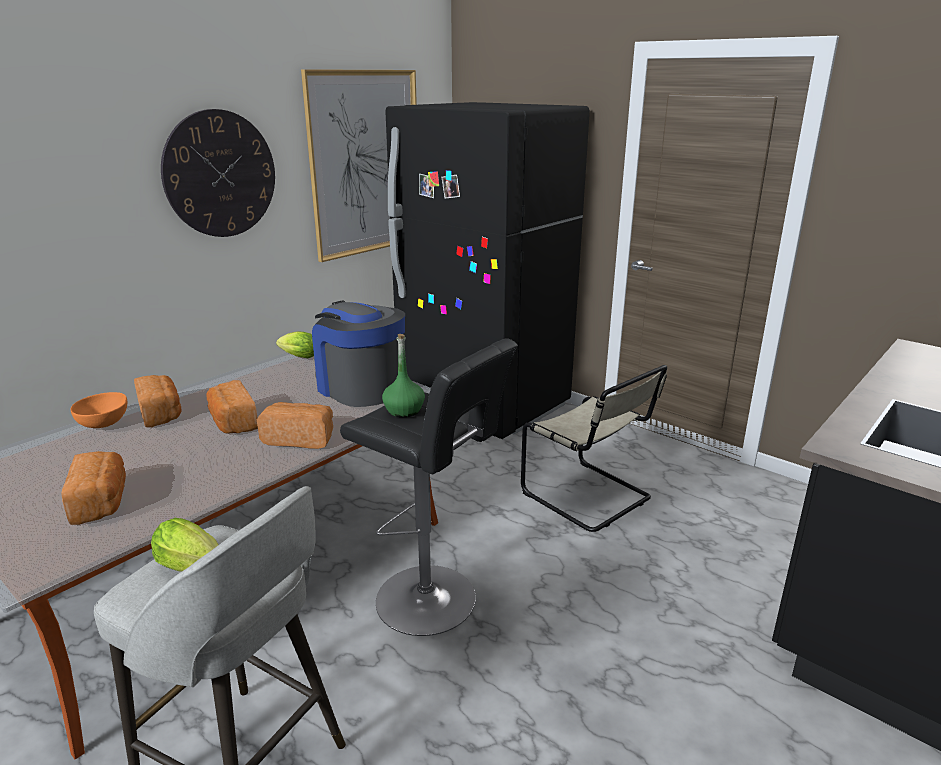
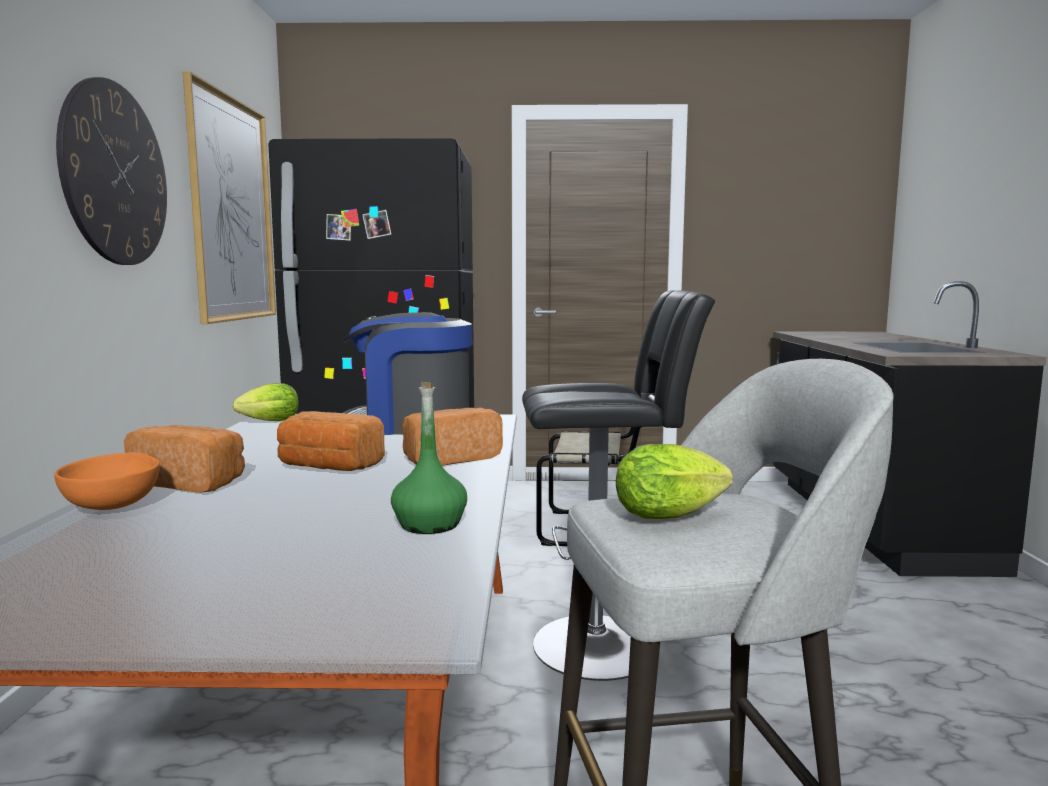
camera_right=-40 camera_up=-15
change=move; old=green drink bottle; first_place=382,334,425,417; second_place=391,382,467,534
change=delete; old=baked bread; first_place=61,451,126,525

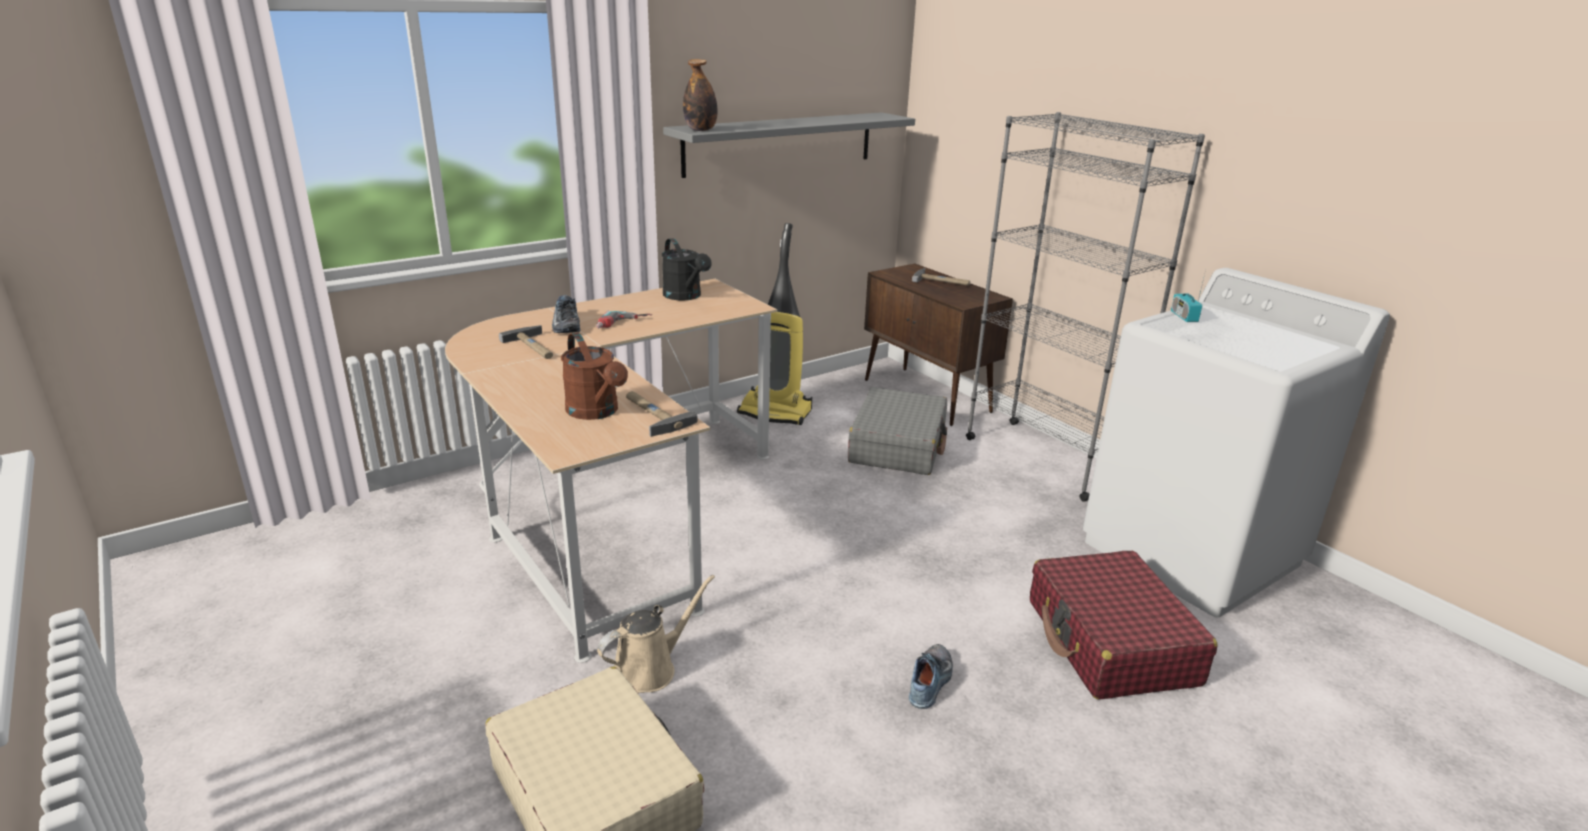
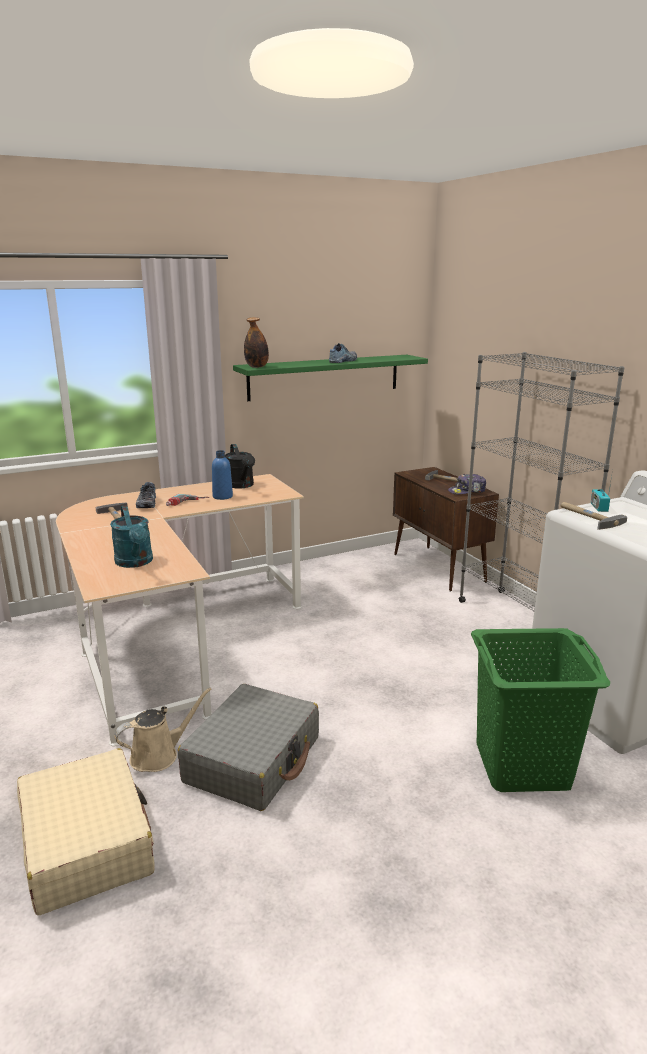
camera_right=10 camera_up=-5
change=recolor; old=brown-coloured sprinkling can; new=turquoise sprinkling can; first_place=561,332,628,420; second_place=110,505,153,568
change=move; old=gray travel case; first_place=848,387,947,475; second_place=178,684,319,811
change=insert; new=blue-coloured drink bottle; second_place=212,450,233,500
change=recolor; old=gray shelf; new=green shelf; first_place=663,112,915,178; second_place=233,355,428,401
change=move; old=low shoe; first_place=909,644,953,709; second_place=329,343,357,363
change=insert; new=cap; second_place=448,474,486,494
change=replace; old=red-coloured travel case; new=green hamper; first_place=1030,551,1218,700; second_place=471,628,610,792
change=move; old=tool hammer; first_place=626,391,698,437; second_place=560,502,627,530
change=delete; old=vacuum cleaner; first_place=737,223,812,425

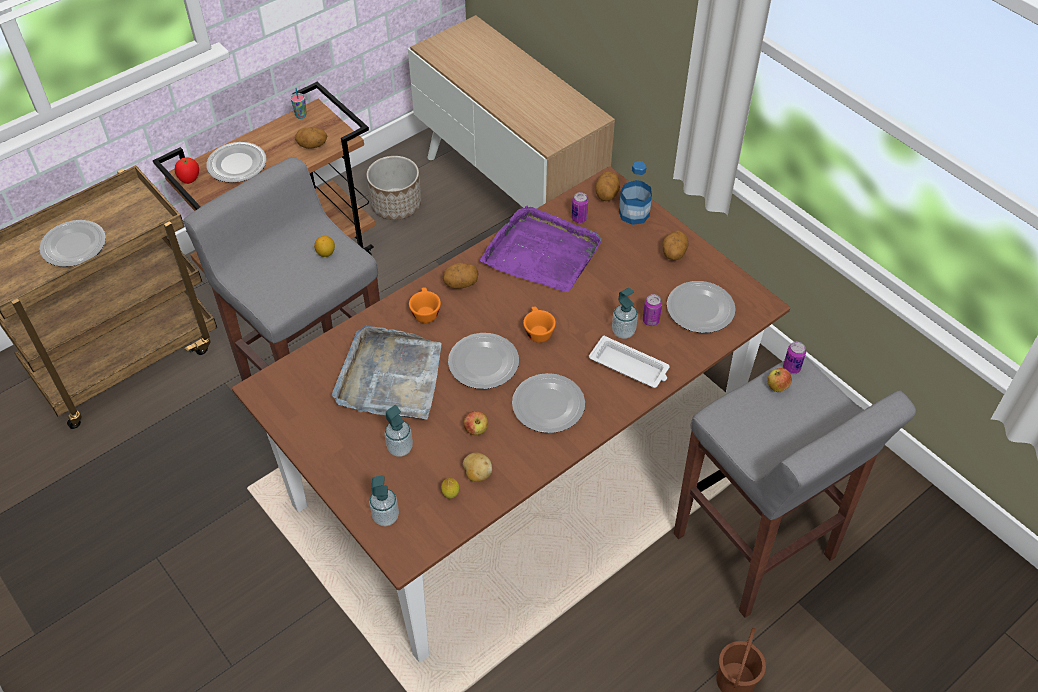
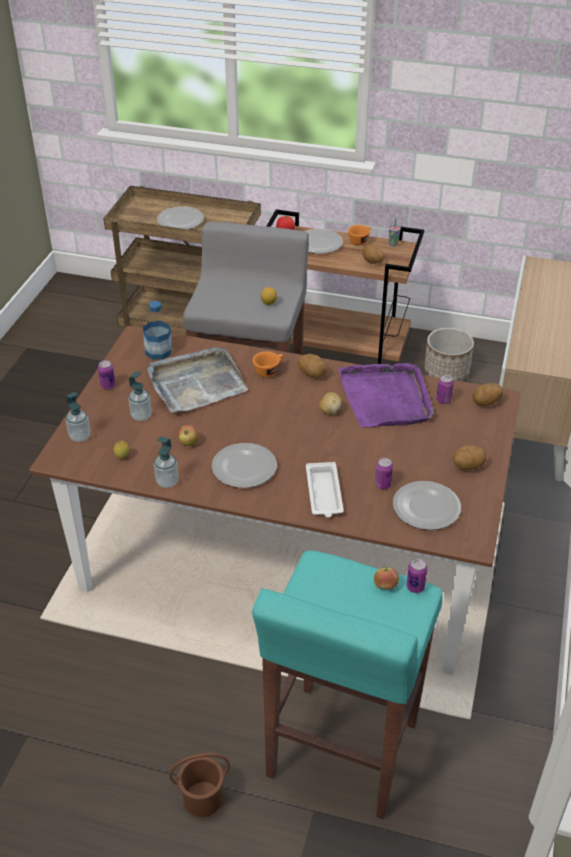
camera_right=55 camera_up=-10
change=insert; new=can; second_place=98,360,115,390
change=move; old=drink bottle; first_place=619,161,652,225; second_place=143,301,172,359
change=move; old=liquid soap bottle; first_place=612,288,638,339; second_place=154,437,179,488
change=recolor; old=gray sitting stool; new=turquoise sitting stool; first_place=674,356,916,618; second_place=252,550,443,819
change=move; old=spud; first_place=463,453,492,482; second_place=319,392,342,415
change=move; old=orange-coloured small cup; first_place=523,307,556,343; second_place=348,225,371,245
change=delete; old=plate; first_place=448,333,519,389

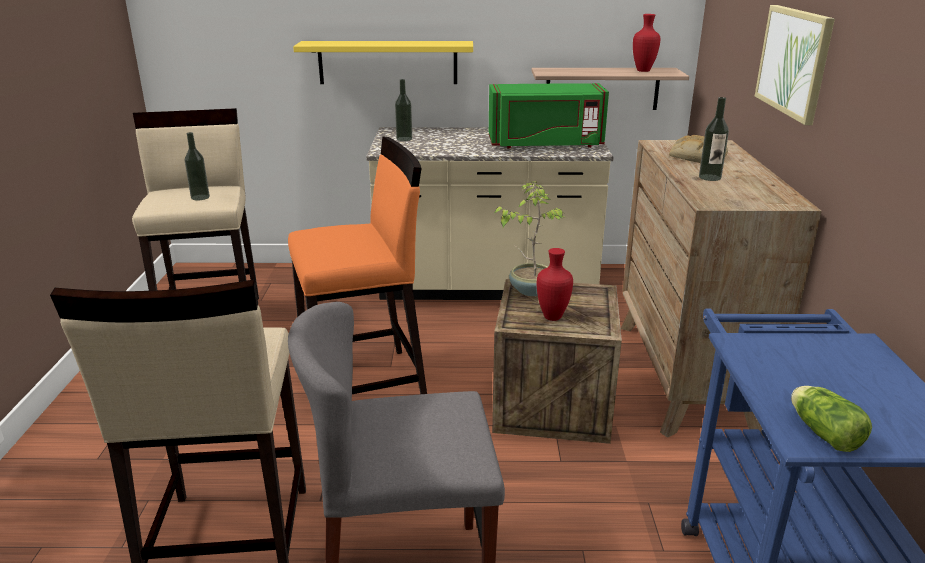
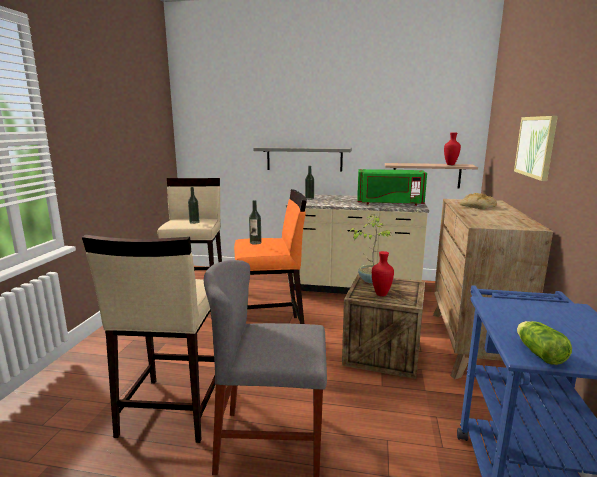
camera_right=10 camera_up=-10
change=move; old=drink bottle; first_place=699,97,729,181; second_place=249,200,262,245
change=recolor; old=yellowish shelf; new=gray shelf; first_place=293,41,473,84; second_place=253,147,352,171

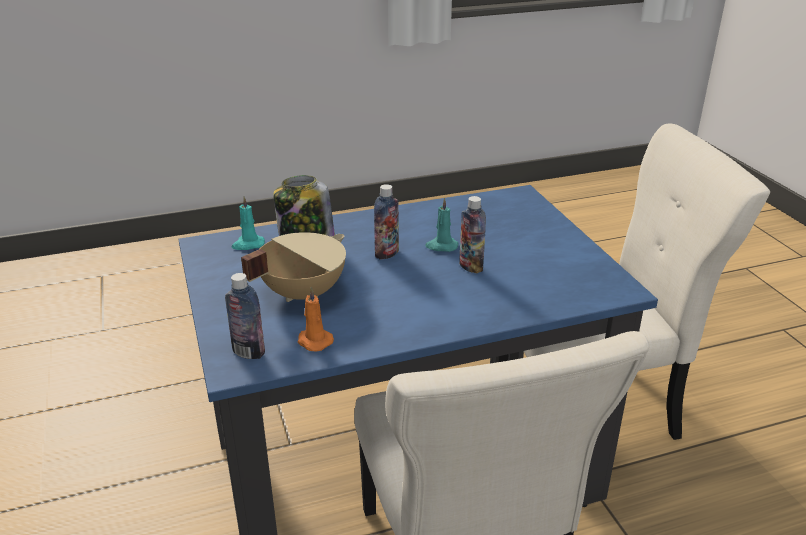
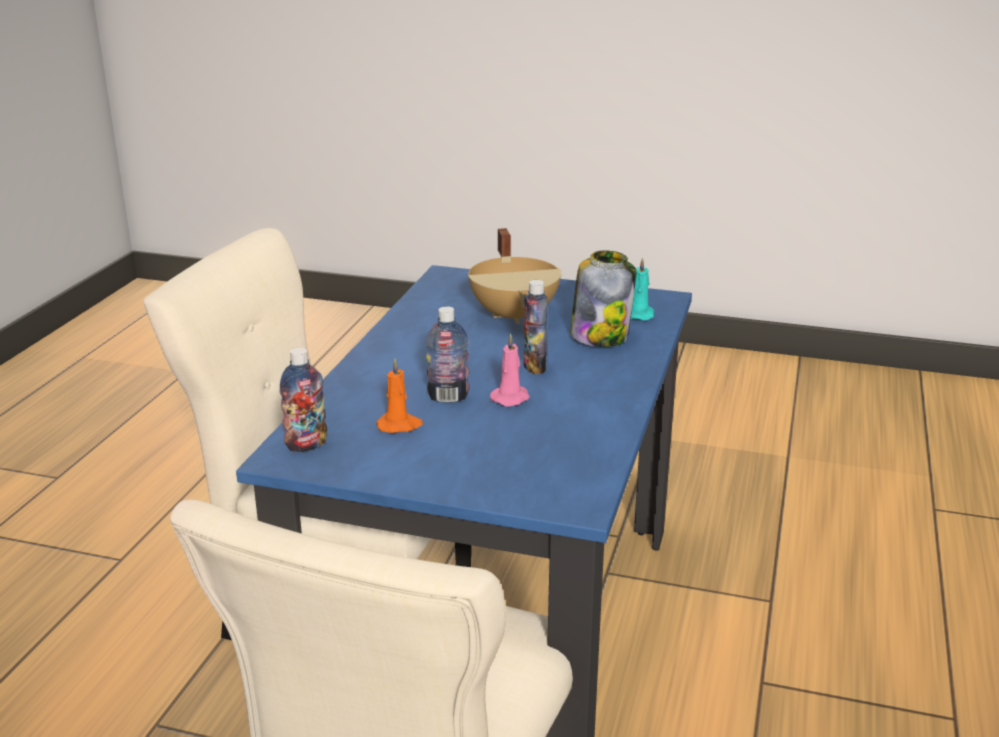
camera_right=125 camera_up=-5
change=move; old=drink bottle; first_place=225,273,265,359; second_place=280,348,327,452
change=move; old=orange-coloured wax candle; first_place=298,287,334,351; second_place=376,358,423,433
change=recolor; old=turquoise wax candle; new=pink-coloured wax candle; first_place=425,198,458,252; second_place=490,334,530,407

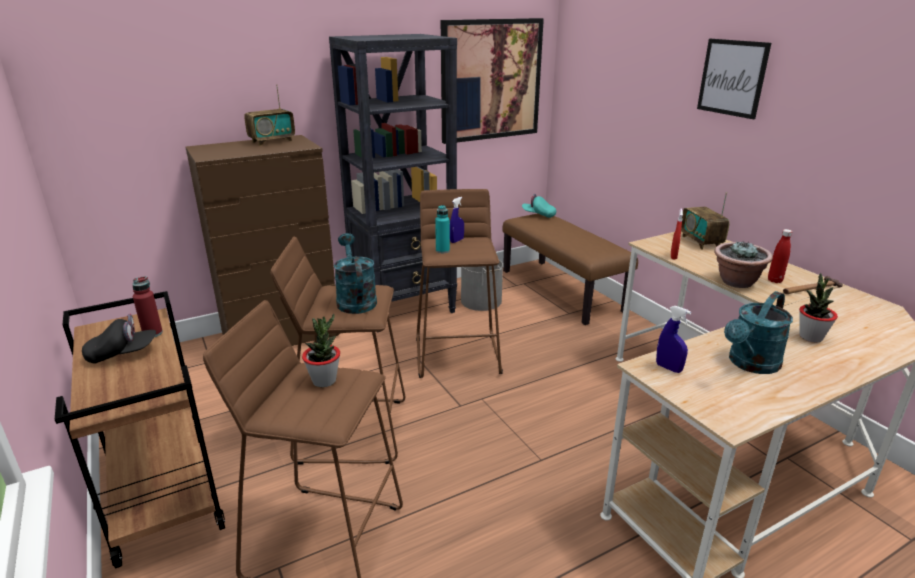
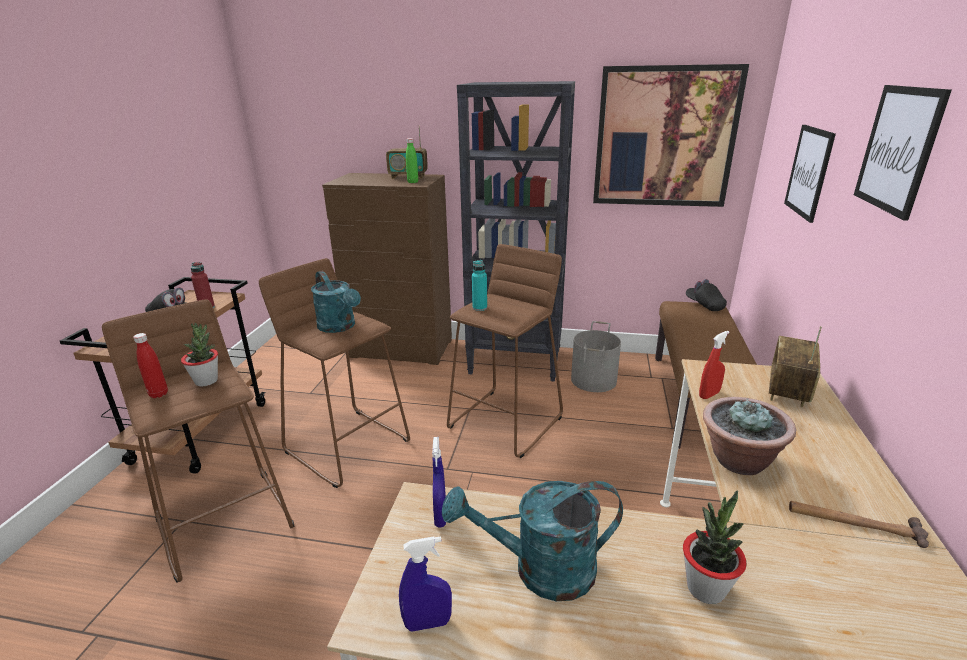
camera_right=40 camera_up=0
change=move; old=red-coloured drink bottle; first_place=768,229,793,283; second_place=133,333,168,398
change=rotate; old=turquoise sprinkling can; first_place=334,233,377,314; second_place=311,271,361,333; degrees=120
change=move; old=blue-coloured spray bottle; first_place=450,197,464,243; second_place=399,536,452,632
change=insert; new=green drink bottle; second_place=406,138,418,183
change=recolor; old=turquoise cap; new=black cap; first_place=522,194,556,218; second_place=686,279,727,311
change=insert; new=wall art; second_place=784,125,836,223

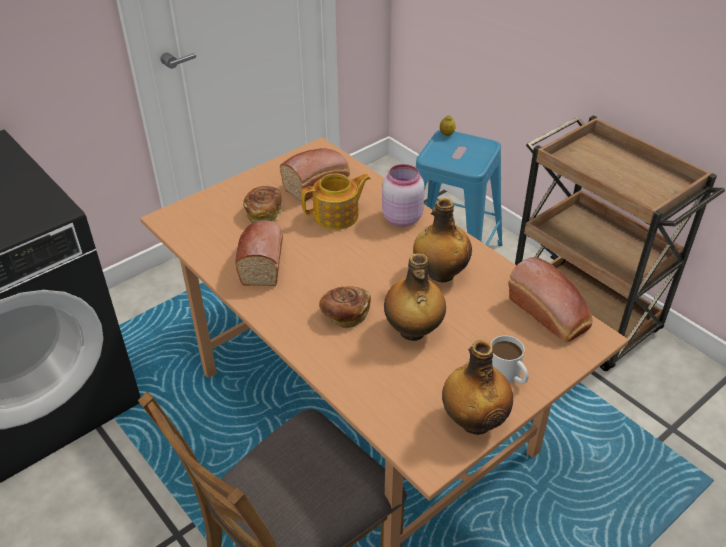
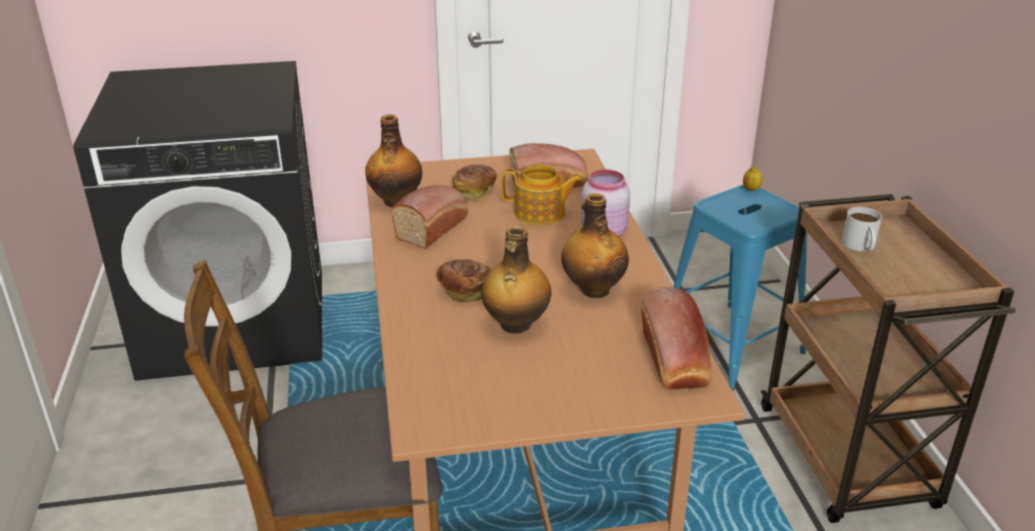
camera_right=30 camera_up=-10
change=move; old=drink bottle; first_place=442,340,513,435; second_place=365,114,422,207
change=move; old=white-coloured tea mug; first_place=491,335,529,384; second_place=842,207,882,251

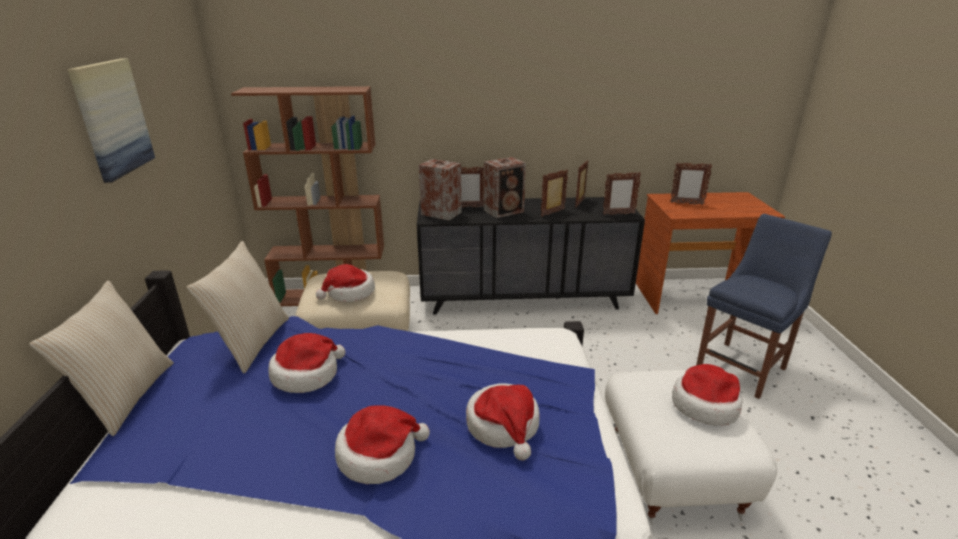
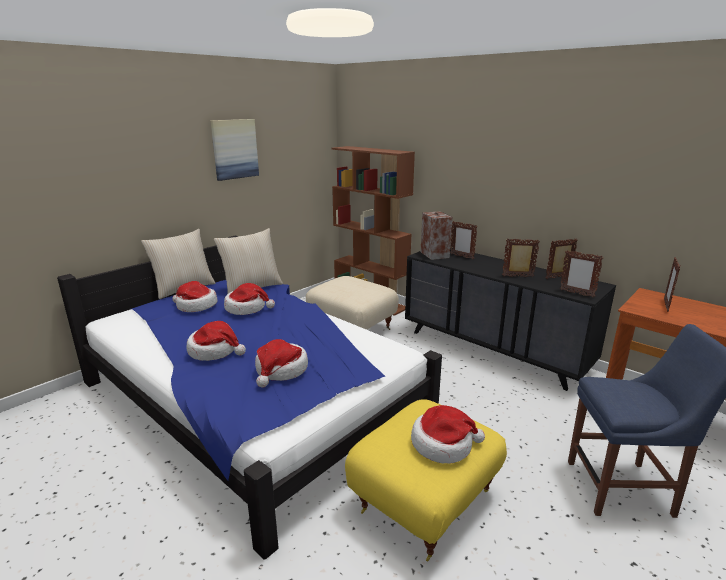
camera_right=45 camera_up=-5
change=move; old=hat; first_place=316,264,375,302; second_place=172,281,218,312
change=recolor; old=white-coloured ottoman; new=yellowish ottoman; first_place=605,370,777,525; second_place=345,399,507,562
change=rotate; old=standing frame; first_place=670,163,712,205; second_place=664,257,680,312; degrees=60
change=delete; old=loudspeaker; first_place=484,157,526,218

